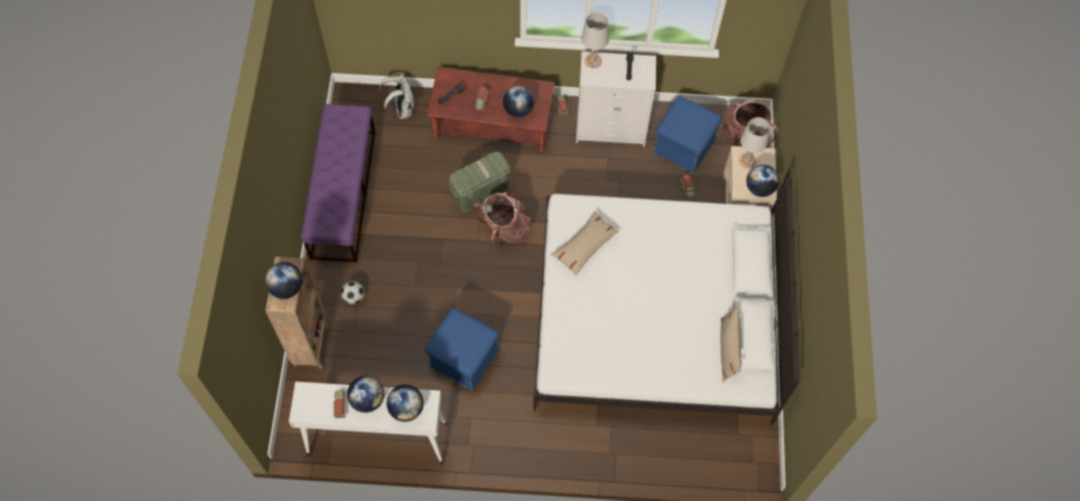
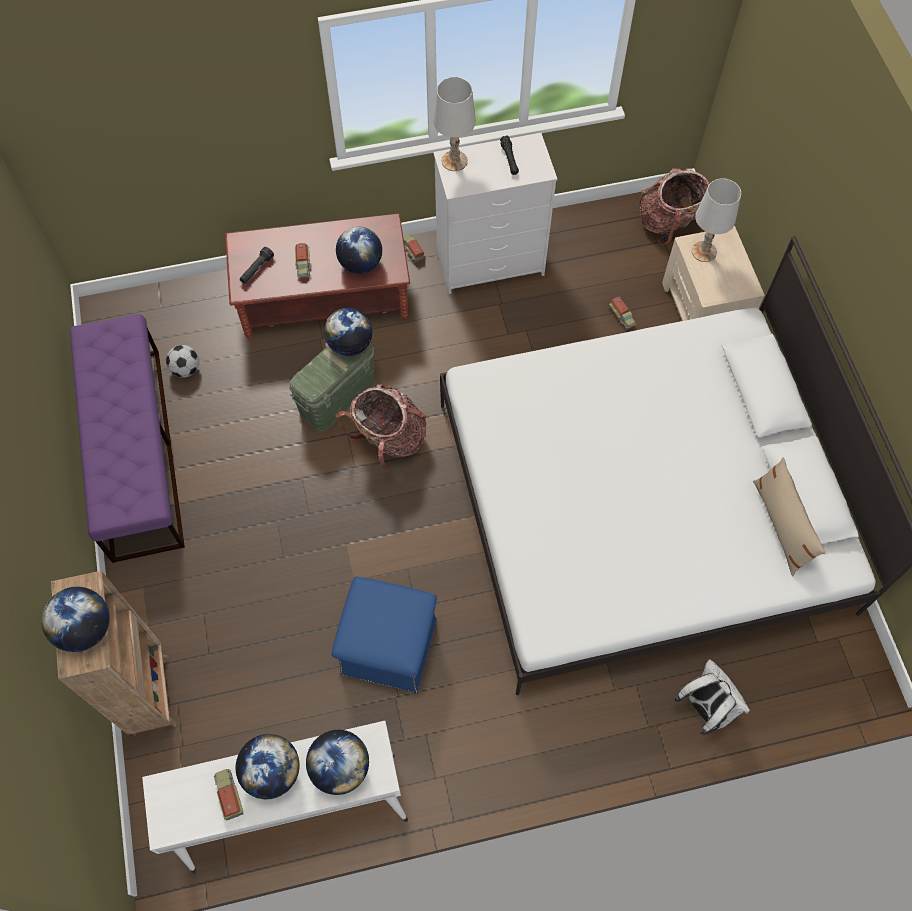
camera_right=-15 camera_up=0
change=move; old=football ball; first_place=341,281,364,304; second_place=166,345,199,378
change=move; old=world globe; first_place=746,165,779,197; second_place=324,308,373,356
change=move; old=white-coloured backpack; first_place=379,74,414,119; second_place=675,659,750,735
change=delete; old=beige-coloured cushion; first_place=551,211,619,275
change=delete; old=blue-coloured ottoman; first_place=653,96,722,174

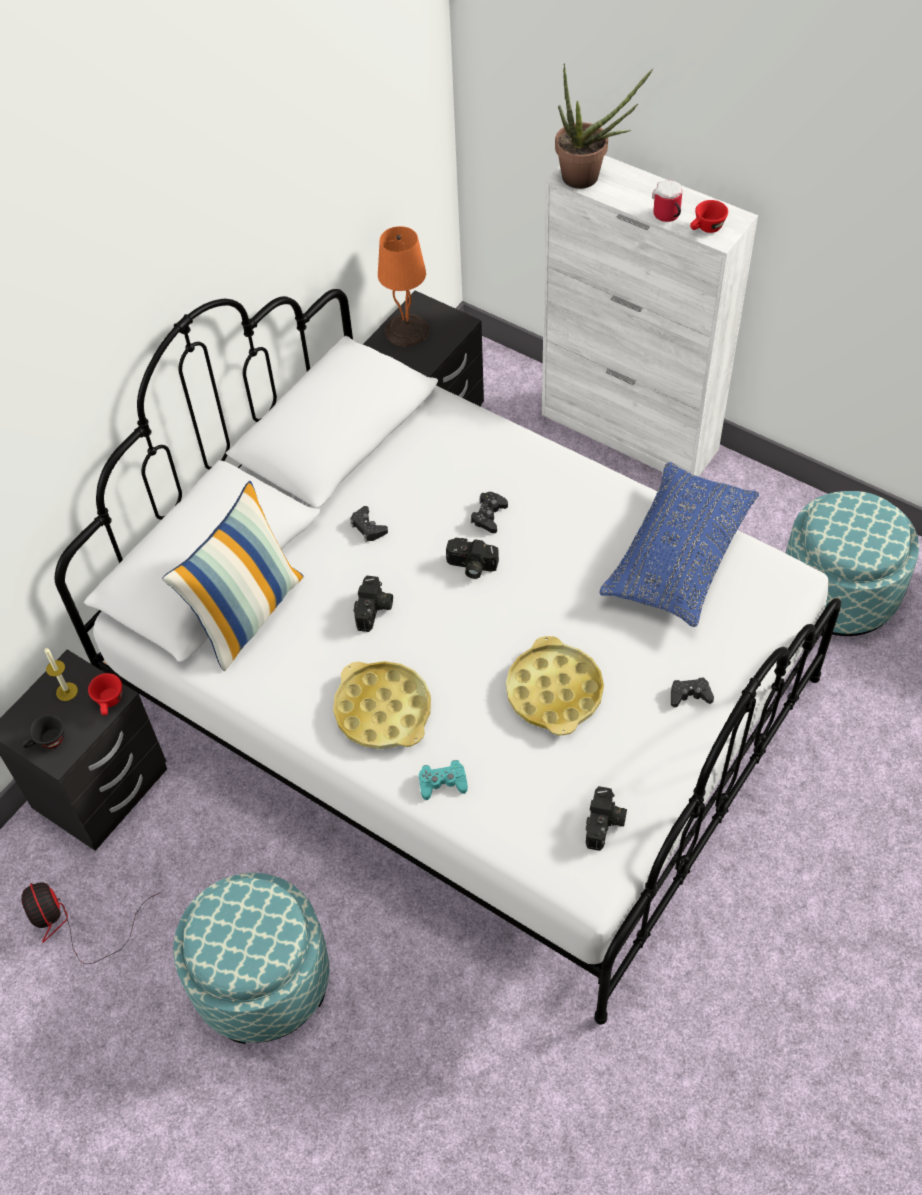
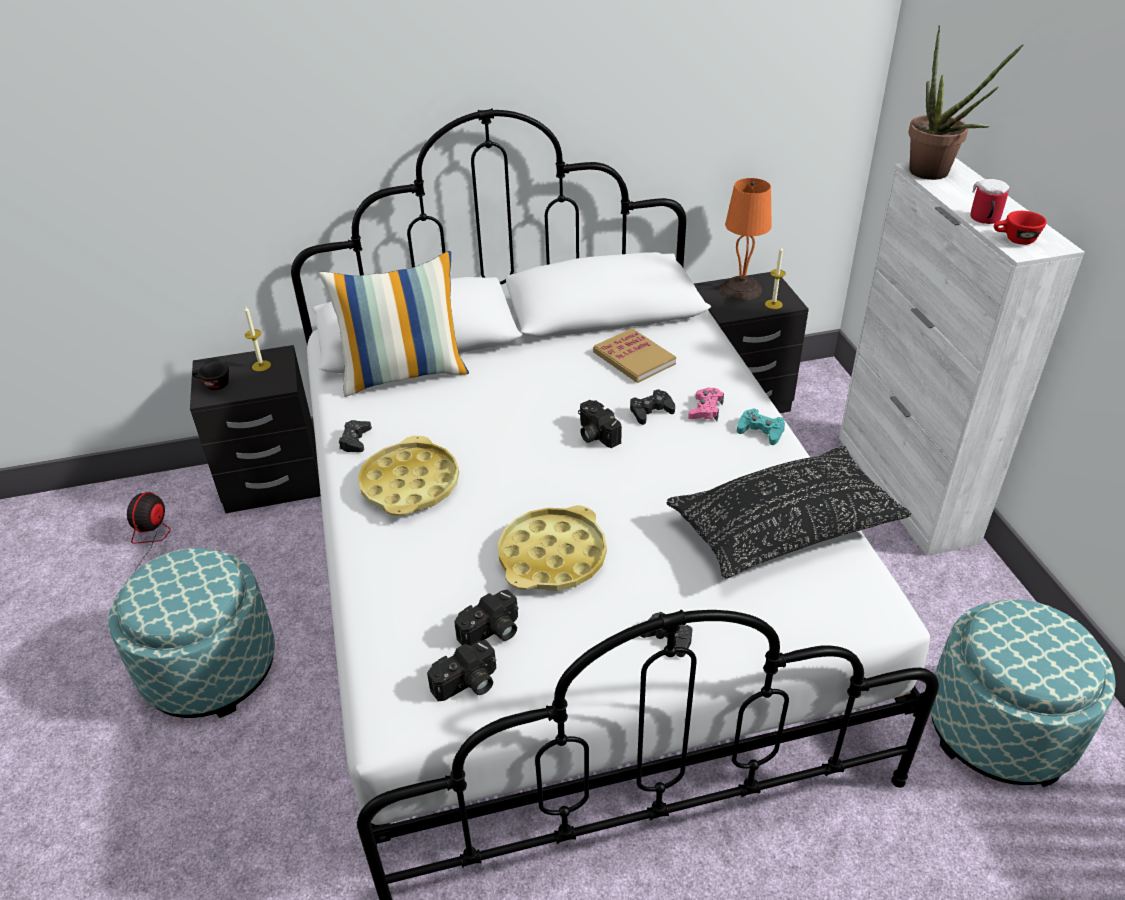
camera_right=40 camera_up=-15
change=move; old=black gamepad; first_place=350,506,388,542; second_place=339,420,372,452
change=move; old=photo camera; first_place=354,576,393,632; second_place=454,590,518,646
change=insert; new=volume; second_place=593,328,676,383
change=recolor; old=blue-coloured cushion; new=black cushion; first_place=600,462,759,627; second_place=667,446,911,578
change=insert; new=pink-coloured gamepad; second_place=688,388,724,421
change=move; old=turquoise gamepad; first_place=419,760,468,800; second_place=737,409,785,445
change=insert; new=wax candle; second_place=765,246,786,309
change=delete; old=red-coloured small cup; first_place=88,673,122,715

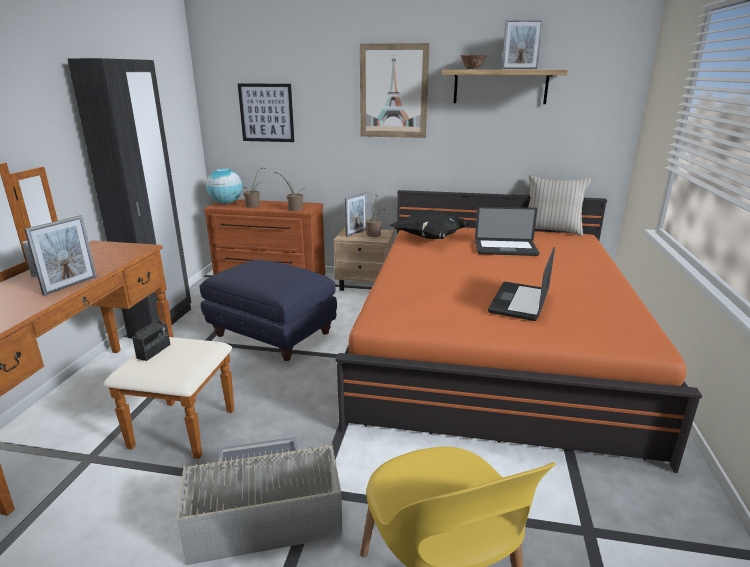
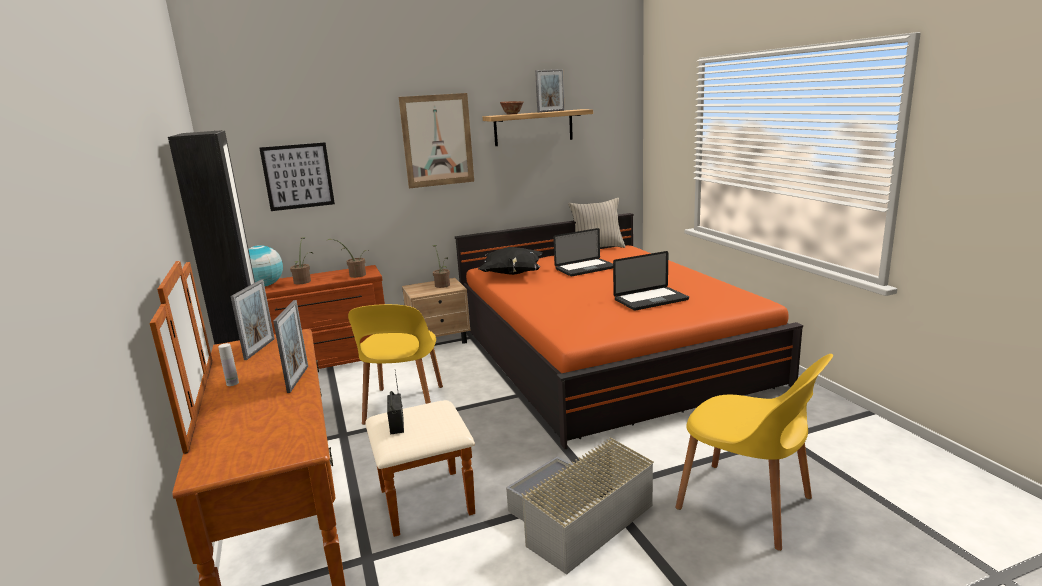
camera_right=-30 camera_up=-5
change=move; old=standing frame; first_place=345,193,367,237; second_place=231,279,275,360
change=replace; old=blue-coloured ottoman; new=yellowish chair; first_place=199,259,337,361; second_place=348,304,443,425
change=rotate; old=notebook computer; first_place=488,247,555,321; second_place=613,251,689,311; degrees=-105

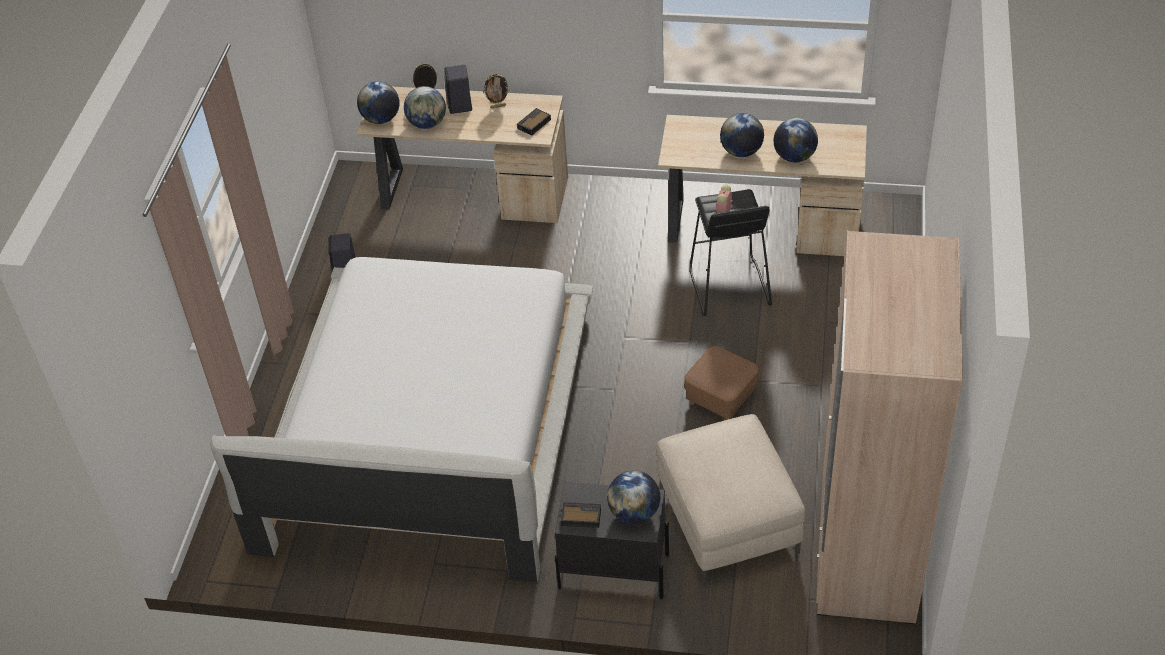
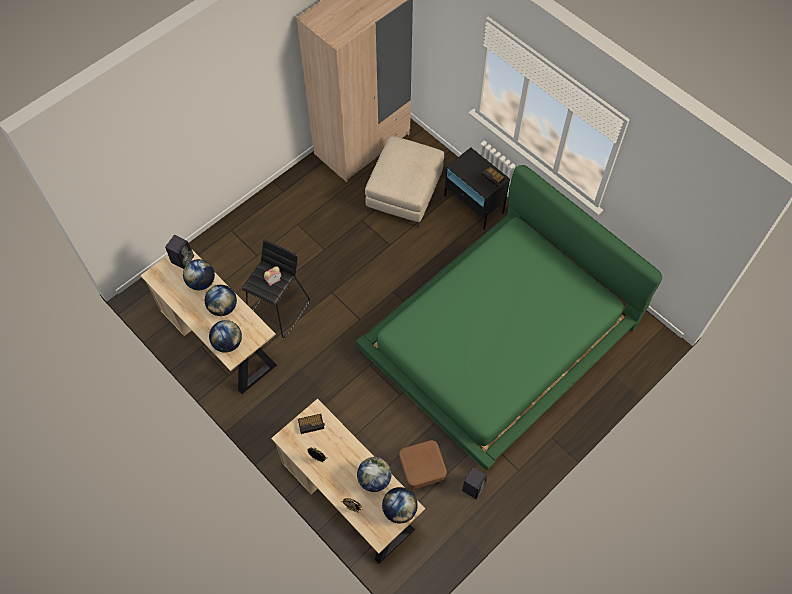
camera_right=-145 camera_up=15
change=move; old=black loudspeaker; first_place=444,65,472,114; second_place=165,235,194,269
change=move; old=world globe; first_place=607,471,660,524; second_place=209,320,242,353
change=recolor; old=white-coloured bed; new=green bed; first_place=211,257,593,582; second_place=356,165,662,470
change=move; old=brown-coloured ottoman; first_place=684,346,759,420; second_place=399,440,447,490

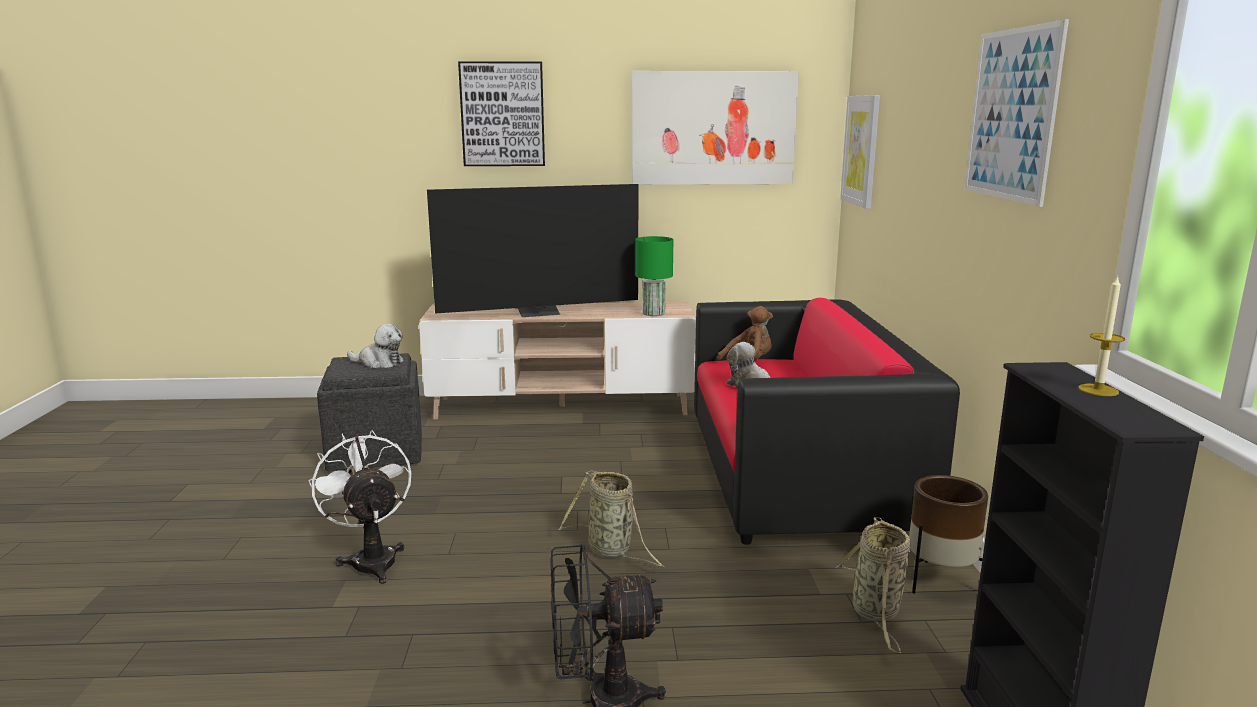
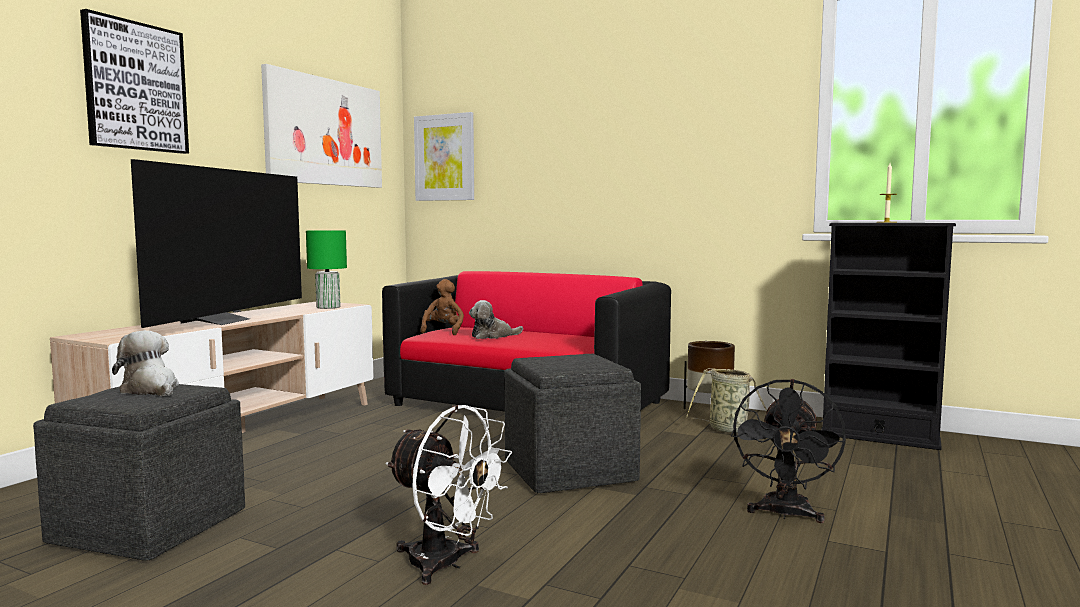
camera_right=-60 camera_up=-10
change=rotate; old=soft toy; first_place=347,324,404,369; second_place=112,330,179,396; degrees=-90
change=rotate; old=white-coloured electric fan; first_place=309,430,411,584; second_place=386,405,512,585; degrees=-150
change=replace; old=household basket; new=gray ottoman; first_place=558,471,665,567; second_place=504,354,641,493
change=delete; old=wall art; first_place=964,19,1069,207

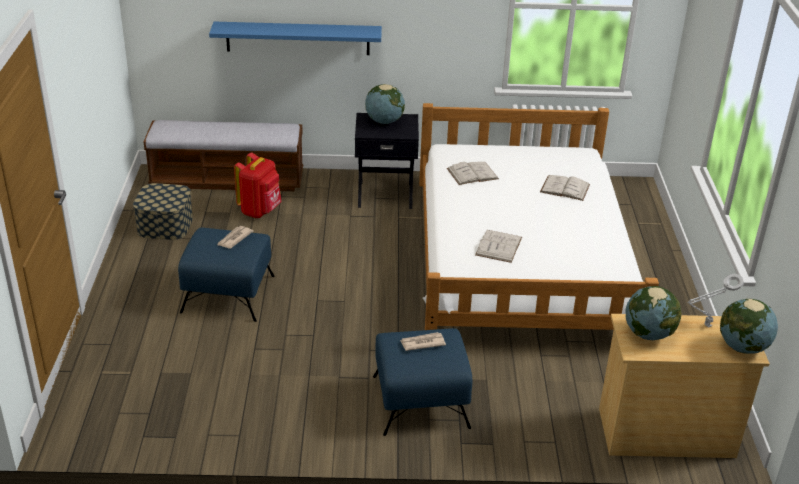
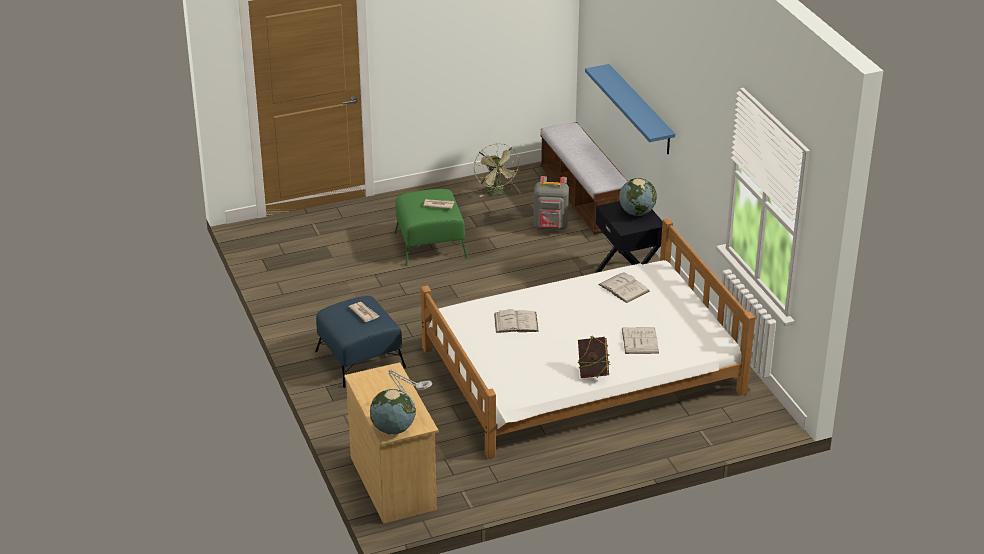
camera_right=70 camera_up=0
change=recolor; old=blue-coloured ottoman; new=green ottoman; first_place=178,228,275,322; second_place=394,189,467,266
change=replace; old=storage container; new=green electric fan; first_place=133,183,193,240; second_place=474,143,520,197
change=recolor; old=red-coloured backpack; new=gray backpack; first_place=234,153,282,218; second_place=534,176,569,230
change=insert; new=volume; second_place=577,336,611,378
change=delete; old=world globe; first_place=626,286,682,340

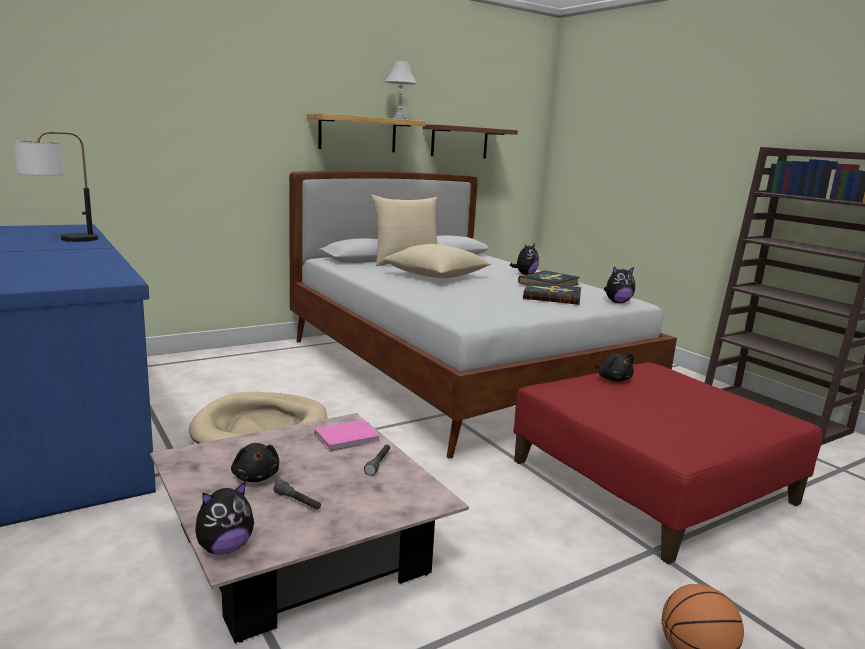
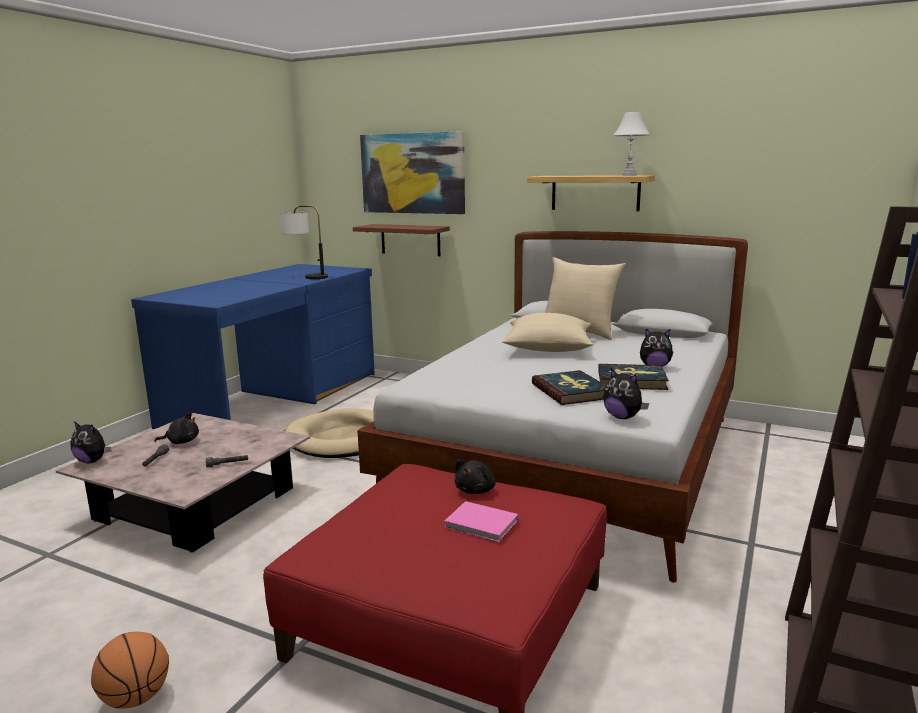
camera_right=60 camera_up=0
change=rotate; old=black soft toy; first_place=231,443,279,482; second_place=154,413,199,444; degrees=-135
change=move; old=brown-coloured shelf; first_place=423,124,518,158; second_place=353,224,450,256
change=insert; new=wall art; second_place=360,131,465,214
change=move; old=pink-coloured volume; first_place=315,420,381,452; second_place=444,501,518,542

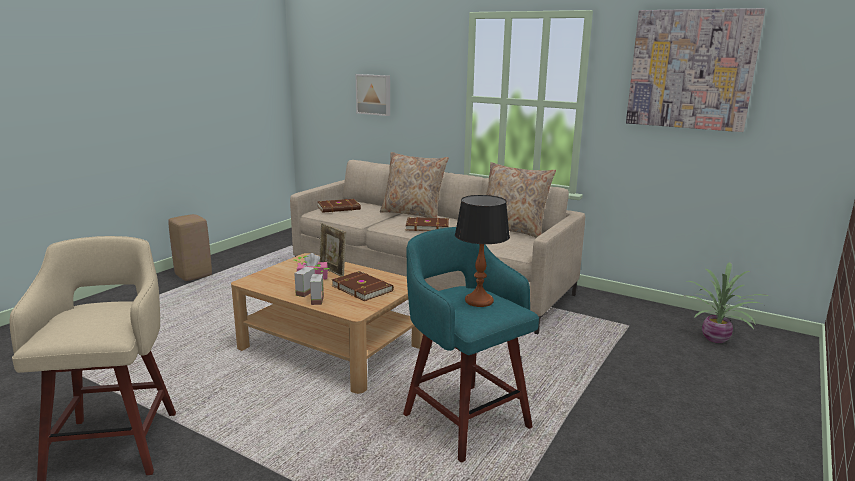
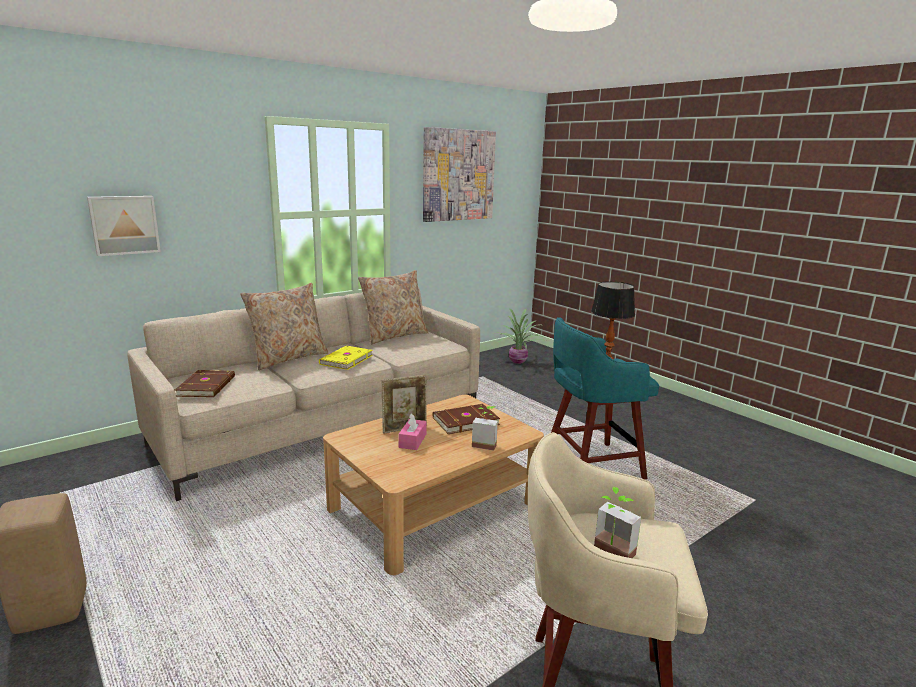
camera_right=-70 camera_up=0
change=recolor; old=brown-coloured volume; new=yellowish volume; first_place=406,217,449,231; second_place=319,346,373,370
change=move; old=plant in a pot; first_place=294,256,315,297; second_place=594,487,641,558

